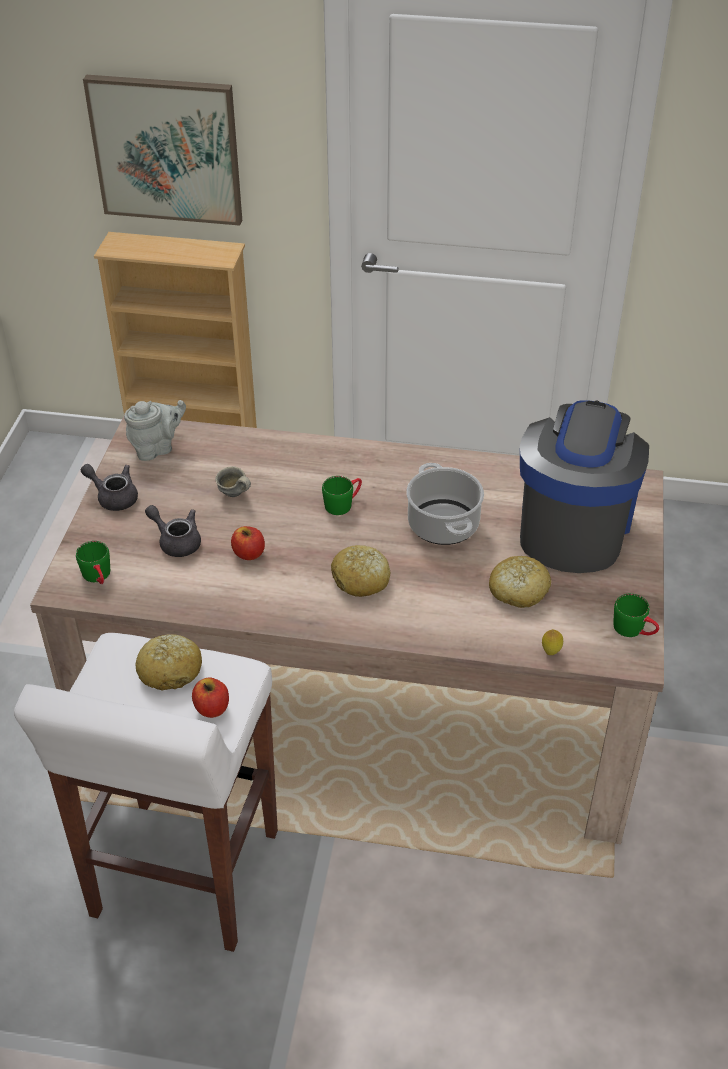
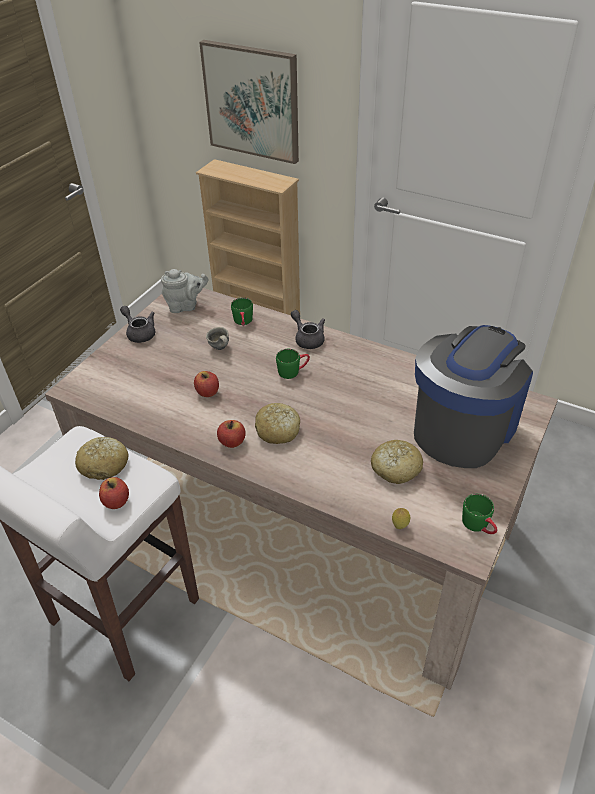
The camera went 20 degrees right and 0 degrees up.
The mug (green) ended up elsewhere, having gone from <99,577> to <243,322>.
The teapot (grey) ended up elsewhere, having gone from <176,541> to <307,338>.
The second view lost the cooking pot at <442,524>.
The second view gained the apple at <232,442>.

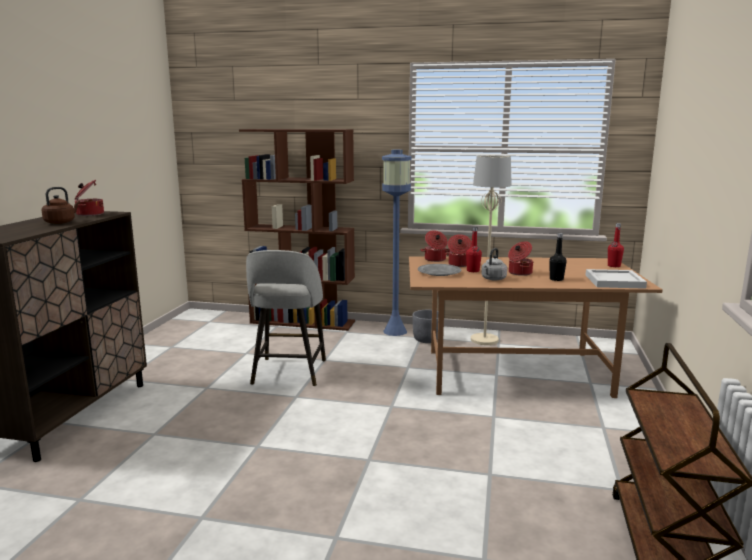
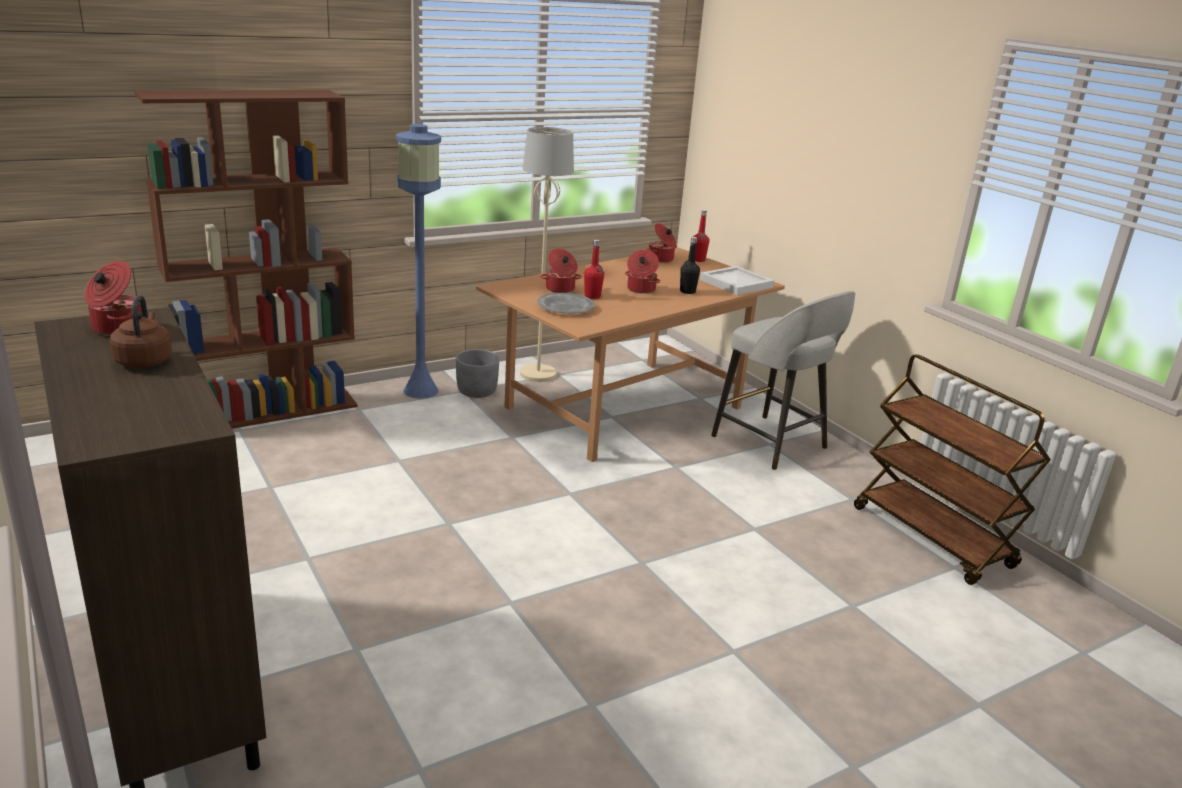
The camera went 45 degrees left and 10 degrees up.
The stool (grey) ended up elsewhere, having gone from <288,373> to <771,443>.
The cooking pot ended up elsewhere, having gone from <435,259> to <661,259>.
The second view lost the kettle (grey) at <493,279>.

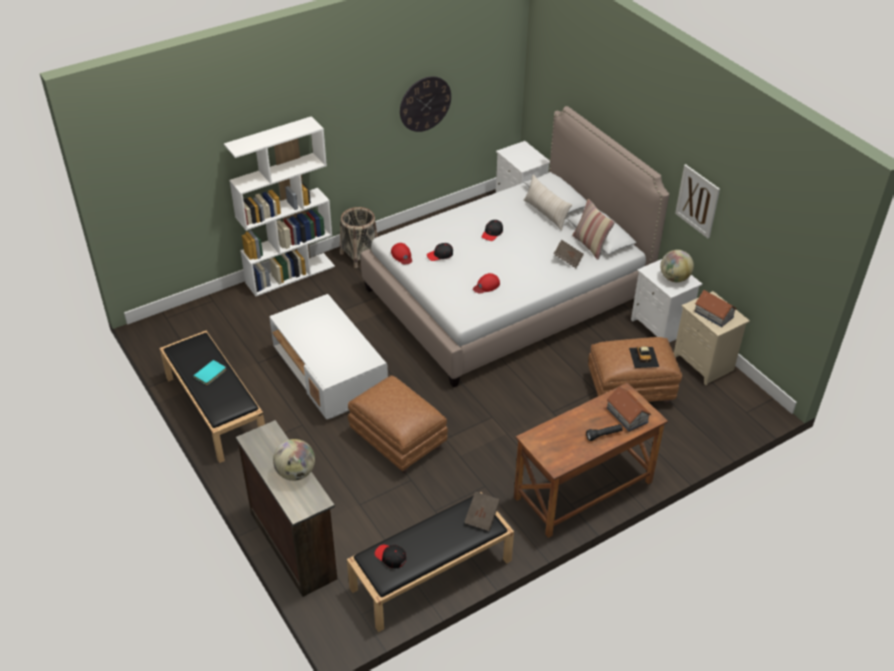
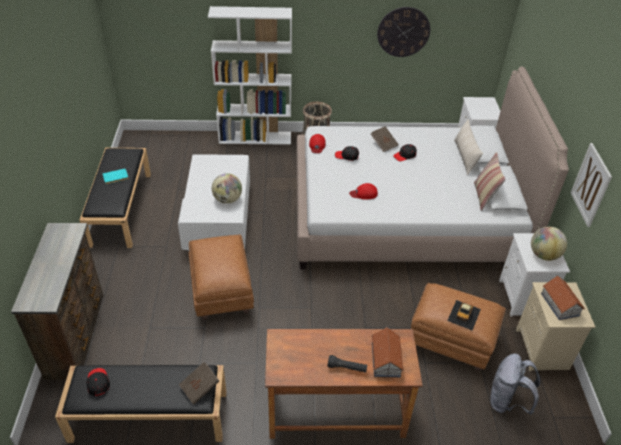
The camera went 30 degrees right and 0 degrees up.
The globe ended up elsewhere, having gone from <295,473> to <227,200>.
The book (brown) ended up elsewhere, having gone from <568,259> to <384,144>.
The second view gained the backpack (grey) at <507,402>.

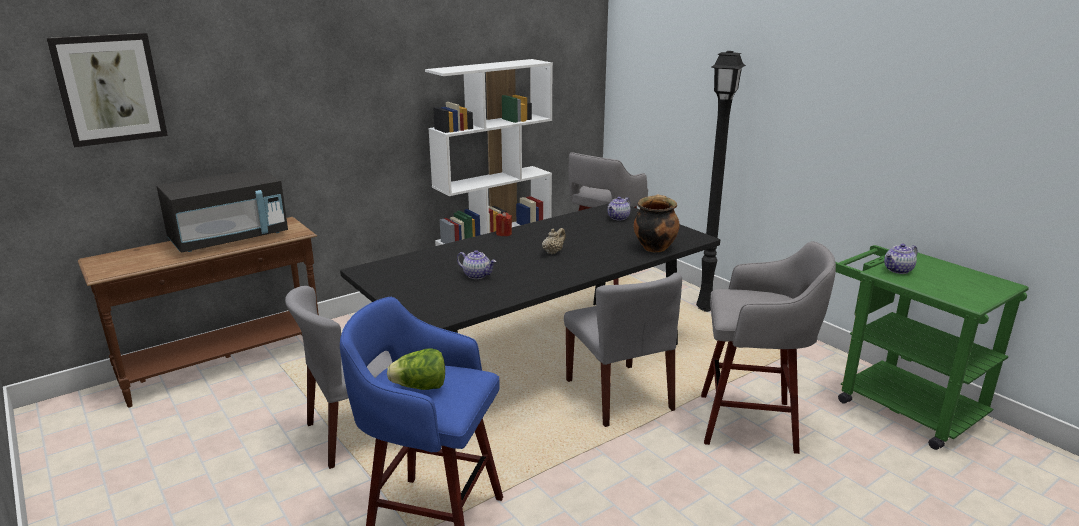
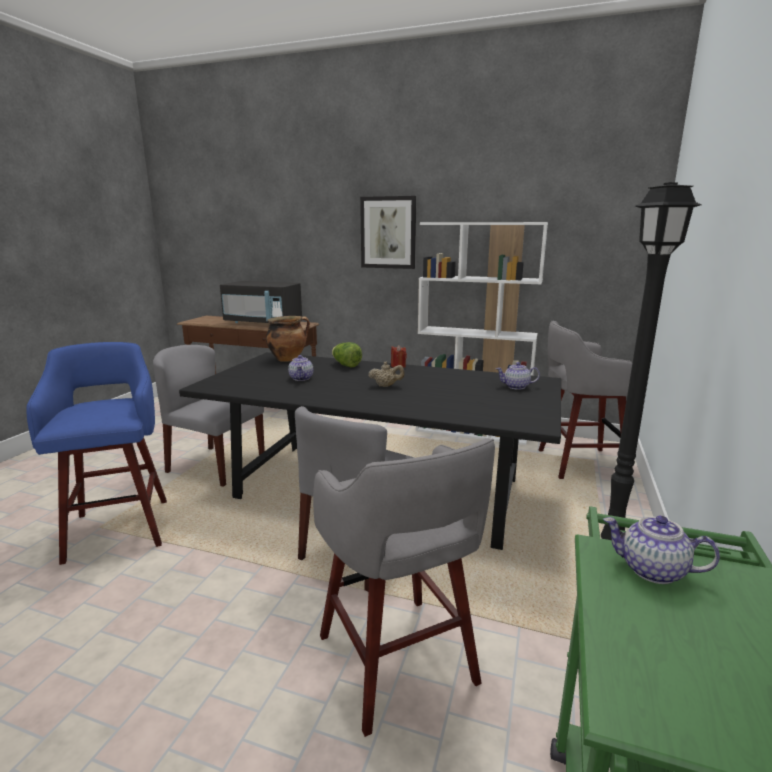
The camera went 55 degrees right and 5 degrees down.
The picture ended up elsewhere, having gone from <110,89> to <388,232>.
The lettuce ended up elsewhere, having gone from <420,387> to <346,365>.
The cooking pot ended up elsewhere, having gone from <654,247> to <288,359>.

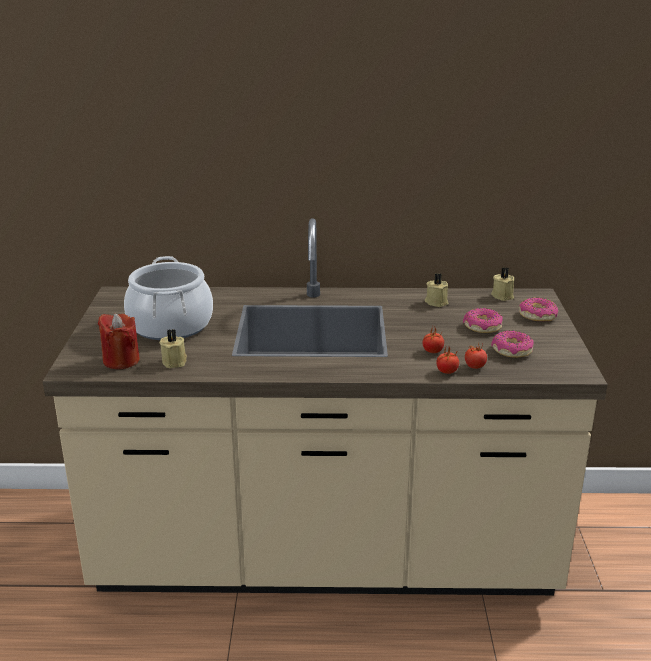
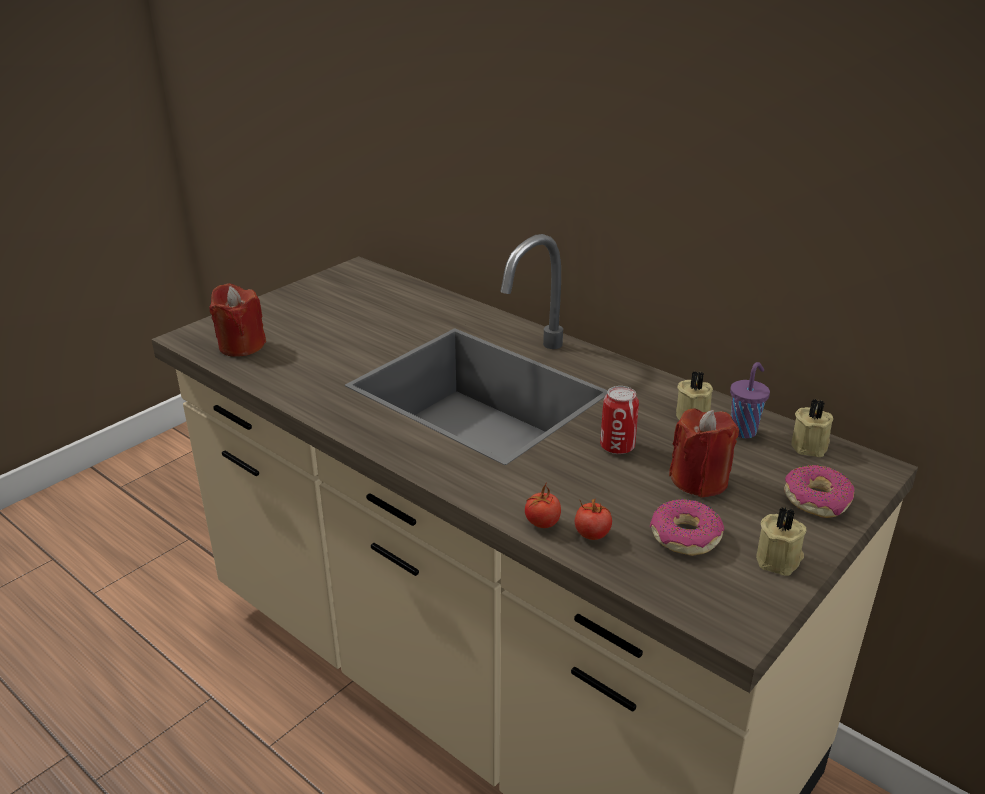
The camera went 40 degrees right and 5 degrees up.
The second view lost the cooking pot at <170,325>.
The candle (beige) ended up elsewhere, having gone from <175,361> to <779,559>.
The second view lost the tomato at <432,351>.
Where the donut stood at <482,327>, the candle (red) came to stand at <699,480>.
The second view gained the can at <617,447>.
The second view gained the cup (purple) at <744,431>.

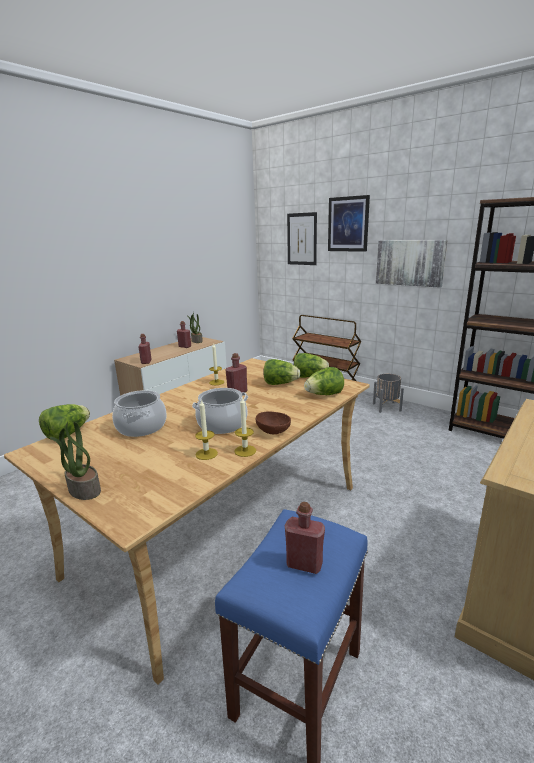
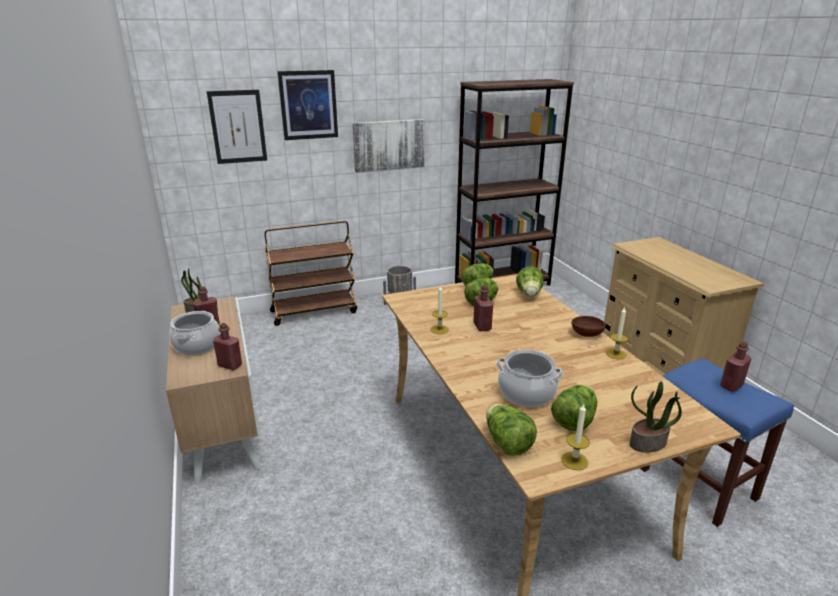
The camera went 60 degrees left and 5 degrees up.
The cooking pot ended up elsewhere, having gone from <222,424> to <197,345>.
The candle ended up elsewhere, having gone from <206,454> to <574,461>.
The second view gained the lettuce at <574,420>.

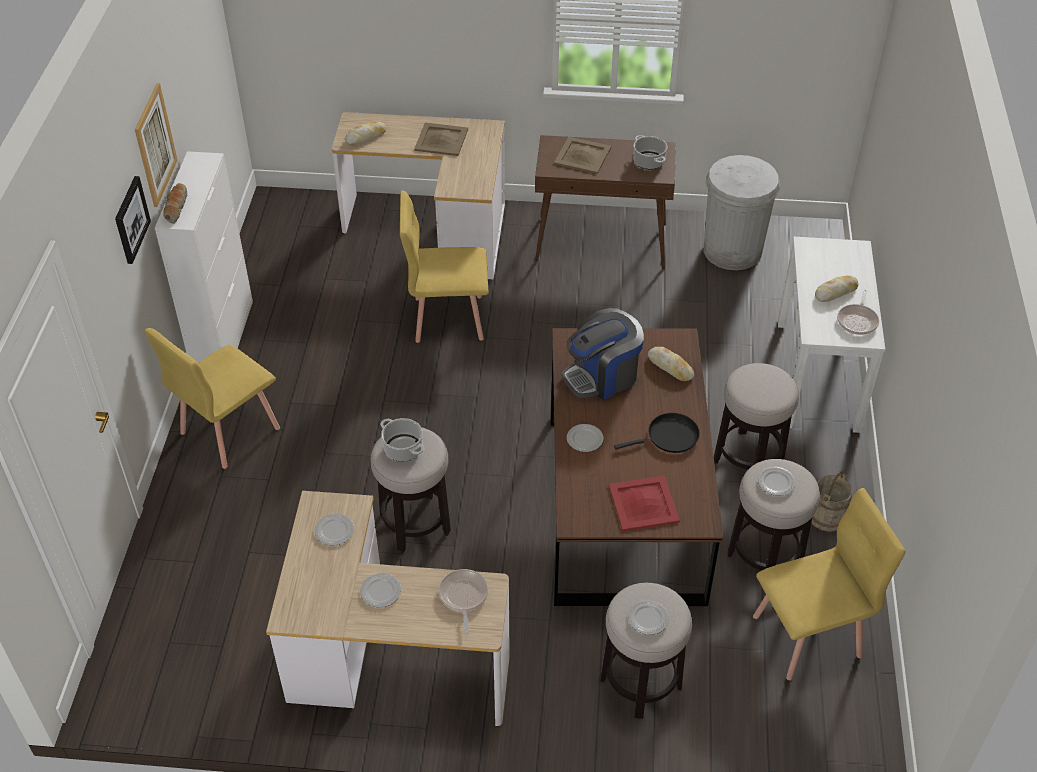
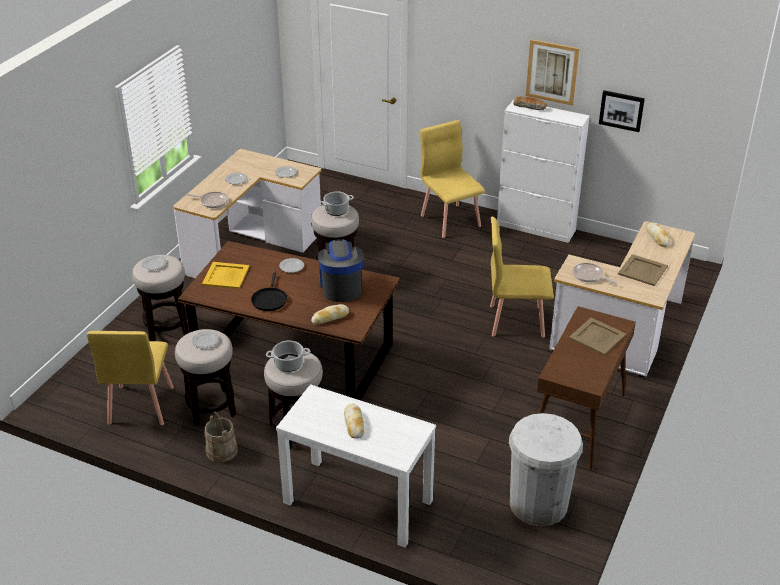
The camera went 110 degrees right and 10 degrees down.
The picture ended up elsewhere, having gone from <131,219> to <621,110>.
The chair (yellow) at <448,318> ended up facing another way, 105 degrees counterclockwise from before.
What was the tray (red) at <643,504> turned into the tray (yellow) at <225,275>.
The cooking pot ended up elsewhere, having gone from <648,161> to <289,364>.
The frying pan ended up elsewhere, having gone from <857,320> to <589,276>.

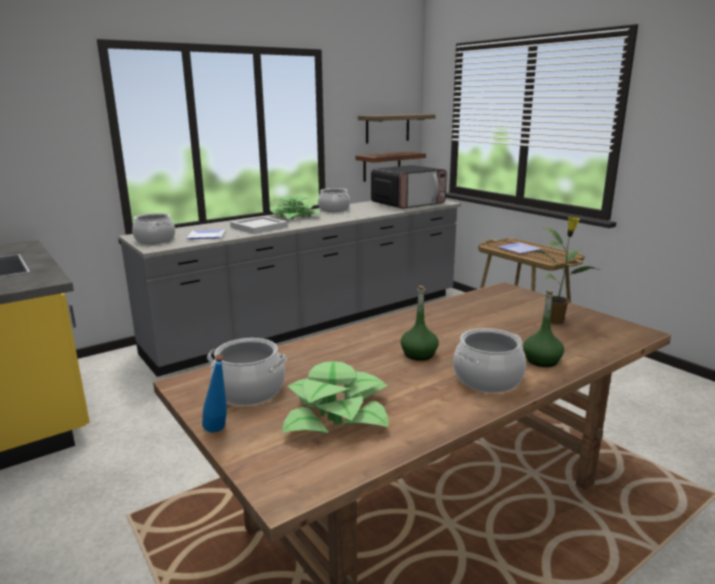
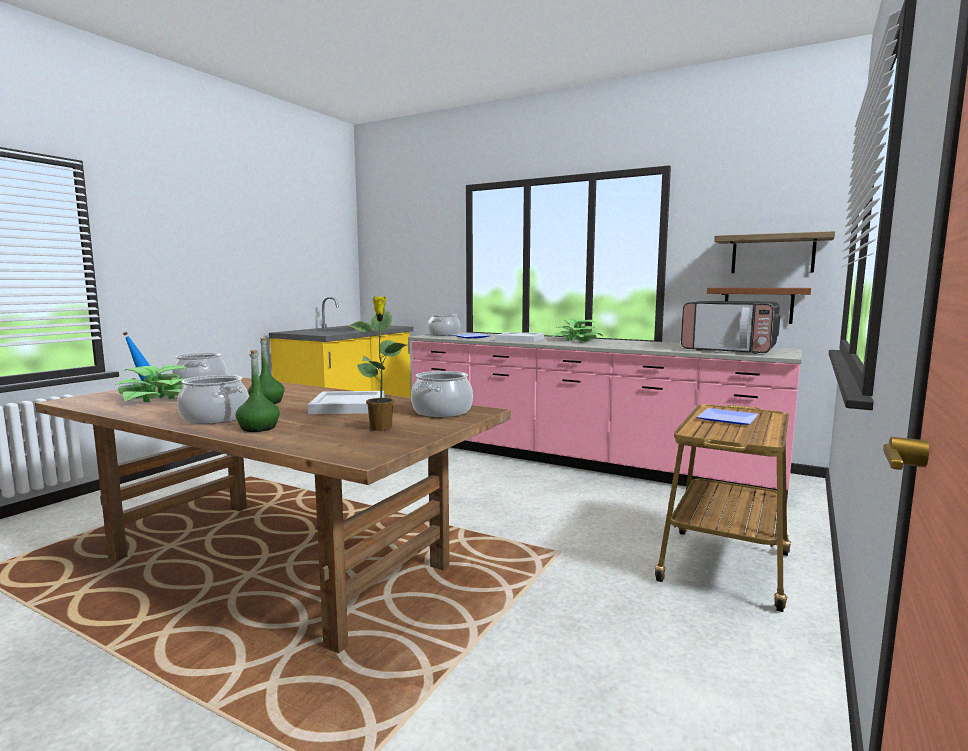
The camera went 65 degrees right and 10 degrees down.
What was the counter (grey) at <314,323> turned into the counter (pink) at <582,461>.
The cooking pot ended up elsewhere, having gone from <334,209> to <442,412>.
The second view gained the tray (white) at <347,406>.

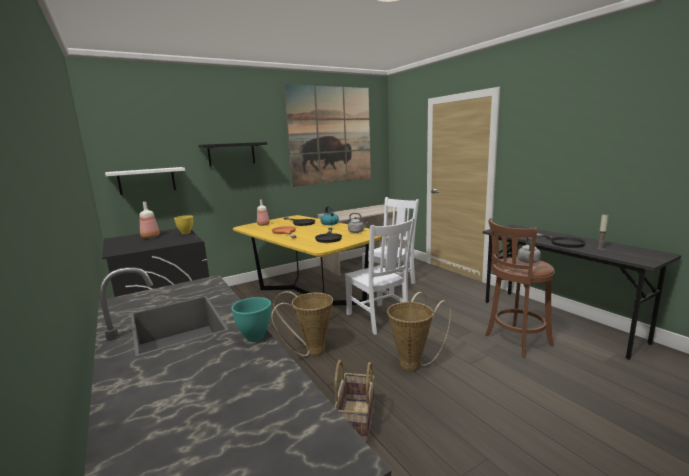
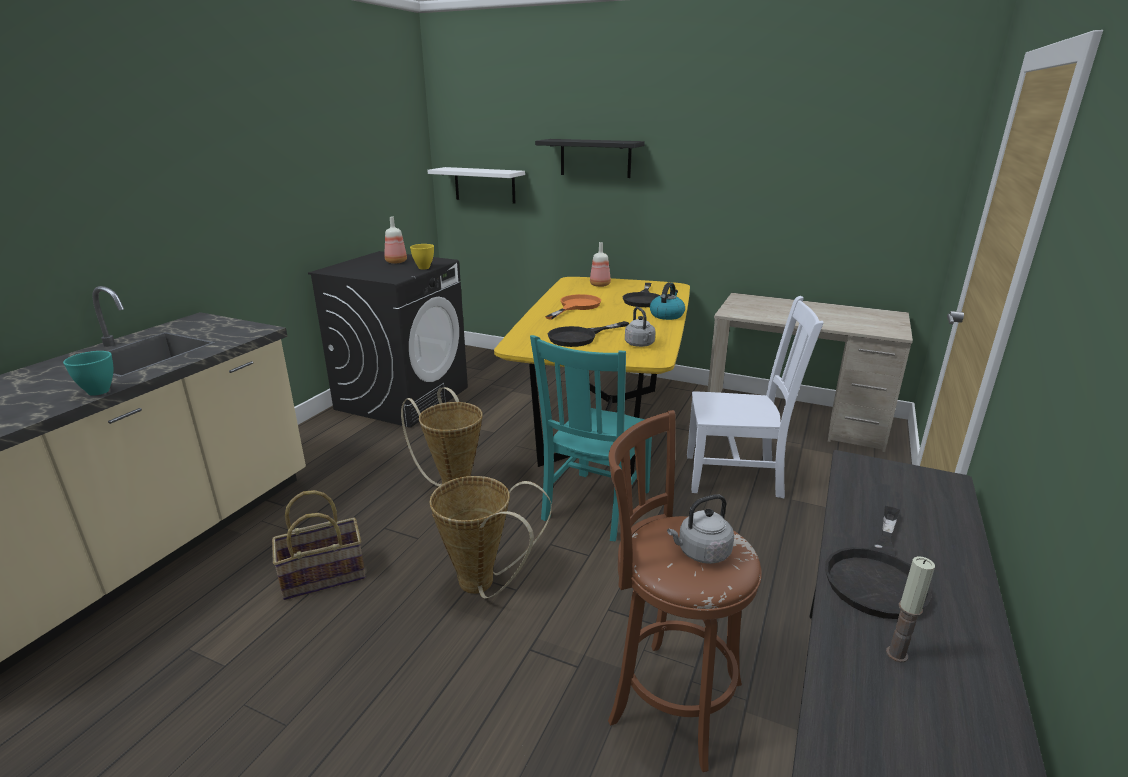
The camera went 55 degrees right and 10 degrees up.
The second view lost the picture at <331,135>.
What was the chair (white) at <378,319> turned into the chair (turquoise) at <594,506>.

